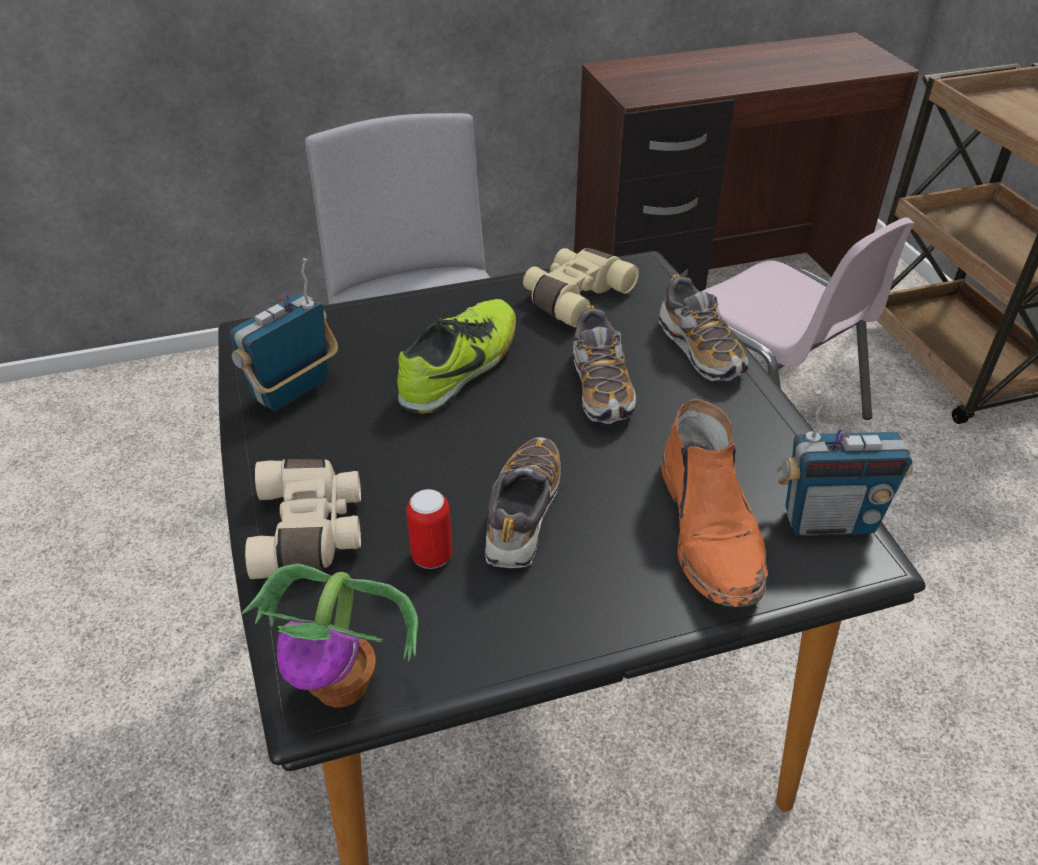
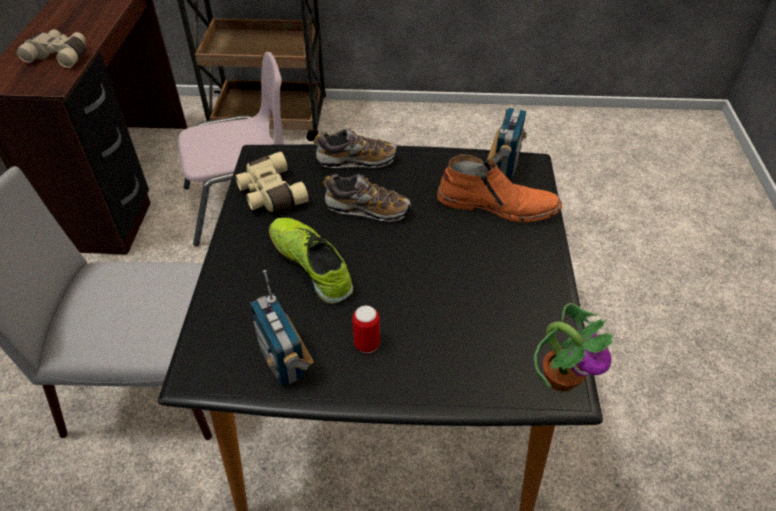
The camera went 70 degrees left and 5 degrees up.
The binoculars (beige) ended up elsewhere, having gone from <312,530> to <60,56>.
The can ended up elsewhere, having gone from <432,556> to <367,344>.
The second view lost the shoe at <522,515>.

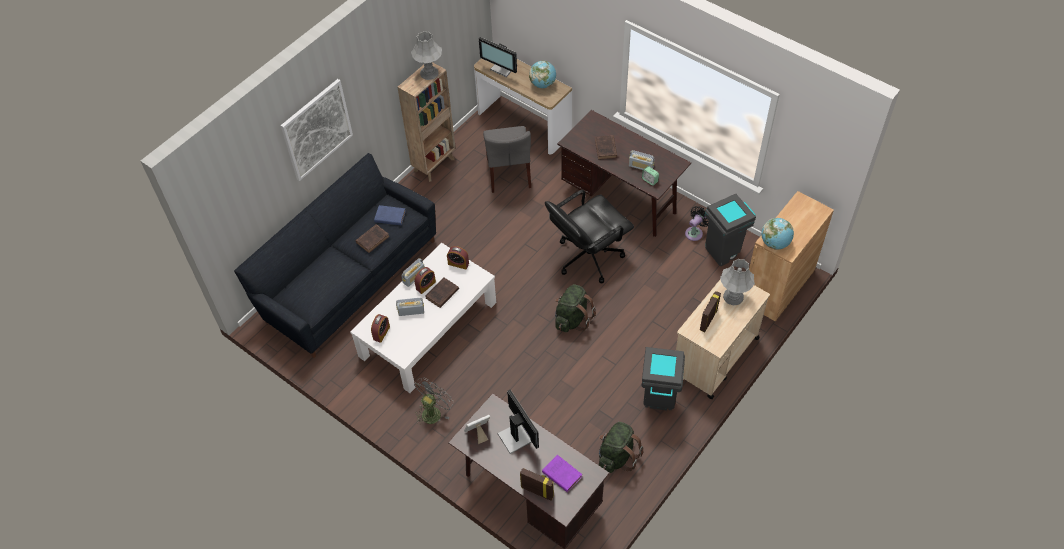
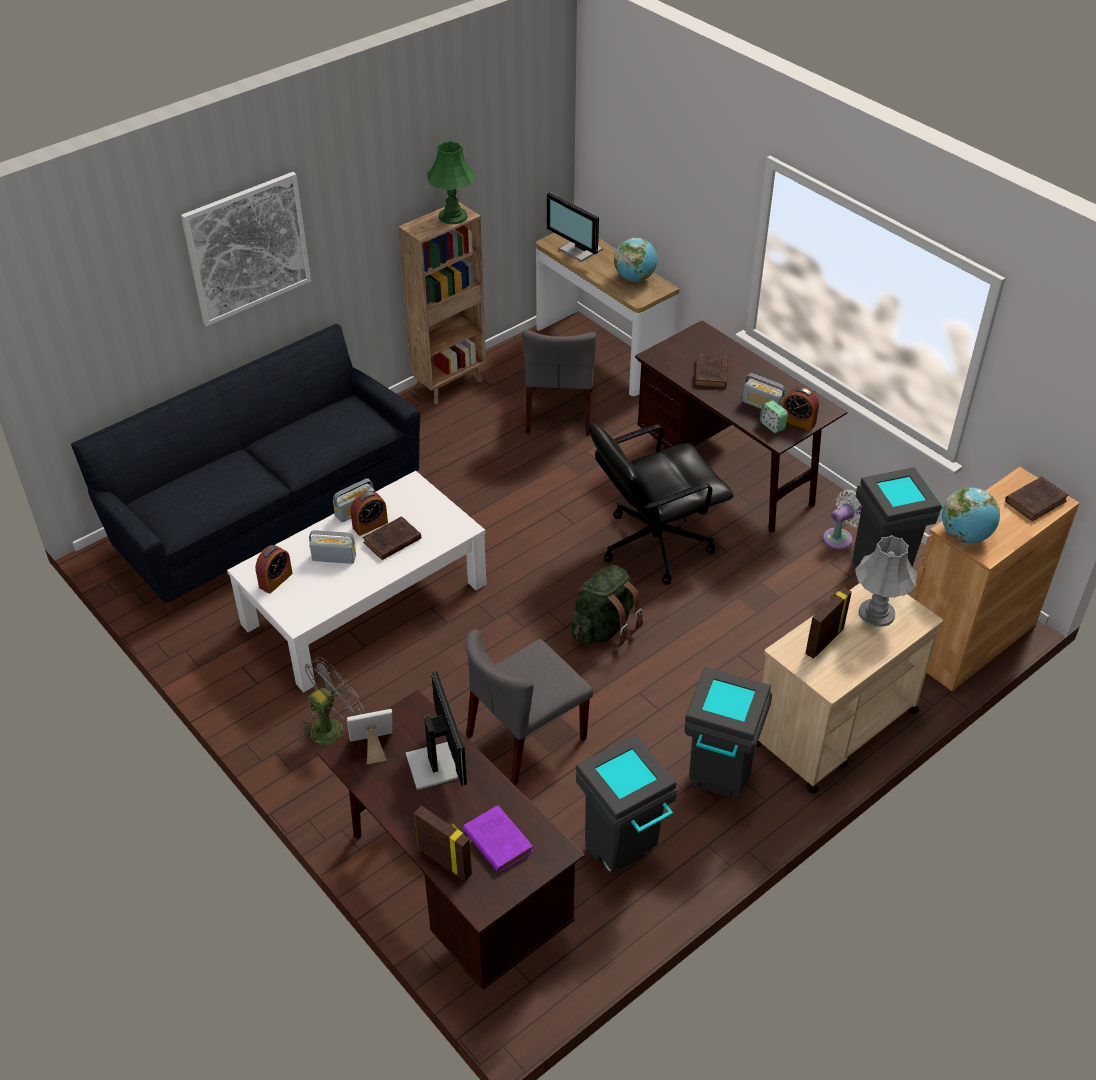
The camera went 10 degrees right and 10 degrees down.
The book (brown) ended up elsewhere, having gone from <373,239> to <1036,501>.
The second view lost the book (blue) at <389,216>.
What was the table lamp (grey) at <429,73> turned into the table lamp (green) at <453,216>.
The alarm clock ended up elsewhere, having gone from <458,263> to <798,421>.
Where the backpack (green) stood at <617,456>, the trash can (grey) came to stand at <623,856>.
What was the fan (black) at <695,232> turned into the fan (white) at <840,537>.
The second view gained the chair (grey) at <526,738>.

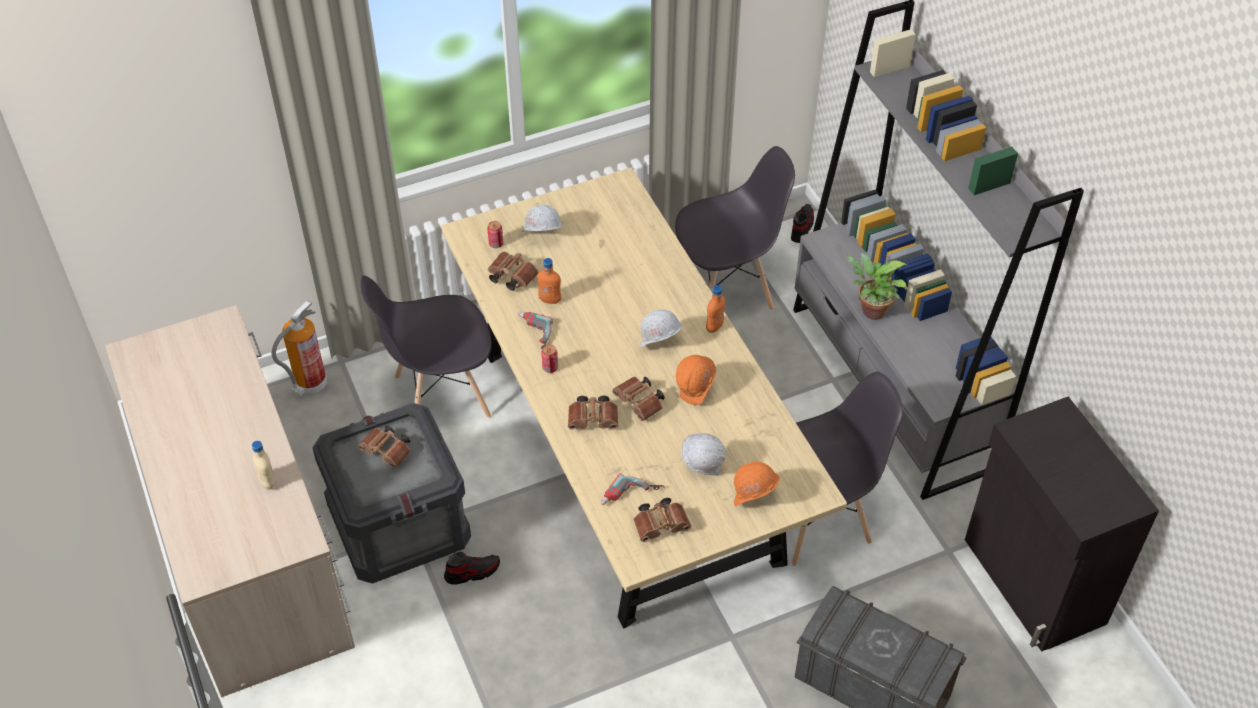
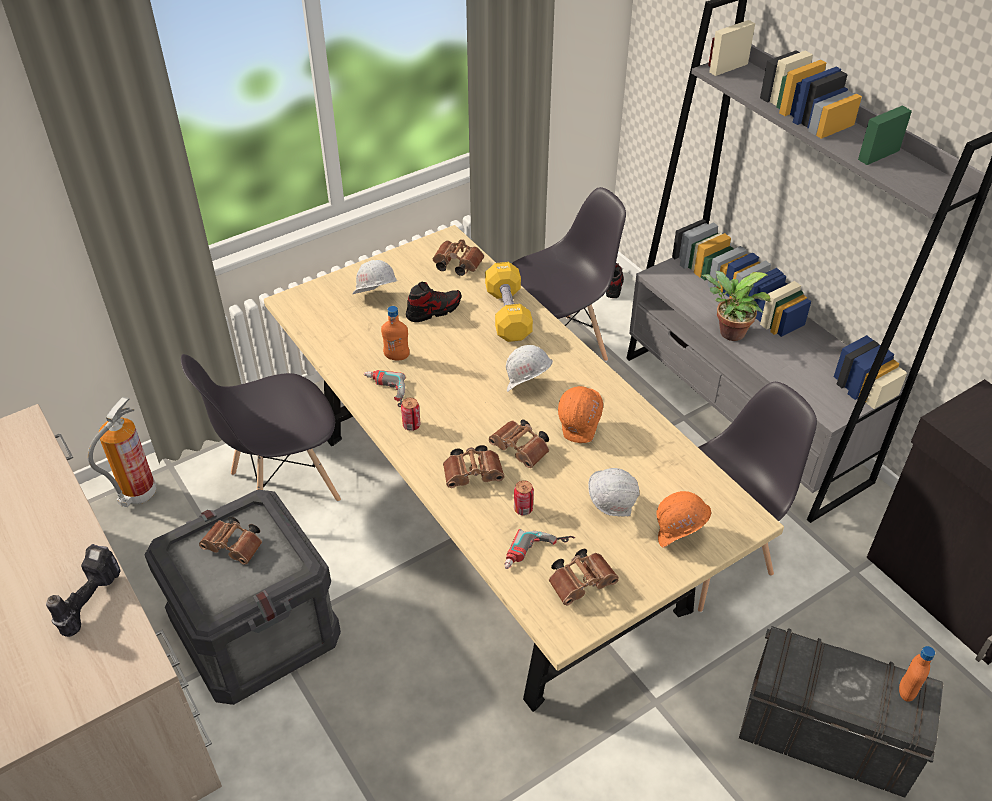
The camera went 10 degrees left and 5 degrees down.
Where the bottle (beige) stood at <267,482>, the power drill came to stand at <89,600>.
The shoe ended up elsewhere, having gone from <472,572> to <433,310>.
The can ended up elsewhere, having gone from <496,244> to <523,509>.
The binoculars (brown) ended up elsewhere, having gone from <510,277> to <456,265>.
The bottle (orange) ended up elsewhere, having gone from <714,327> to <907,691>.
The second view gained the dumbbell (yellow) at <508,314>.

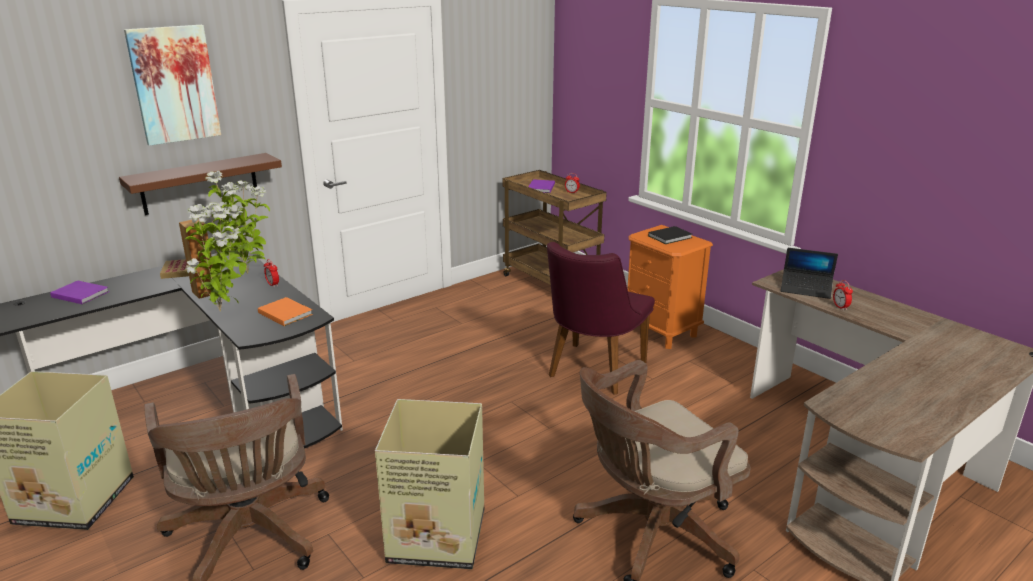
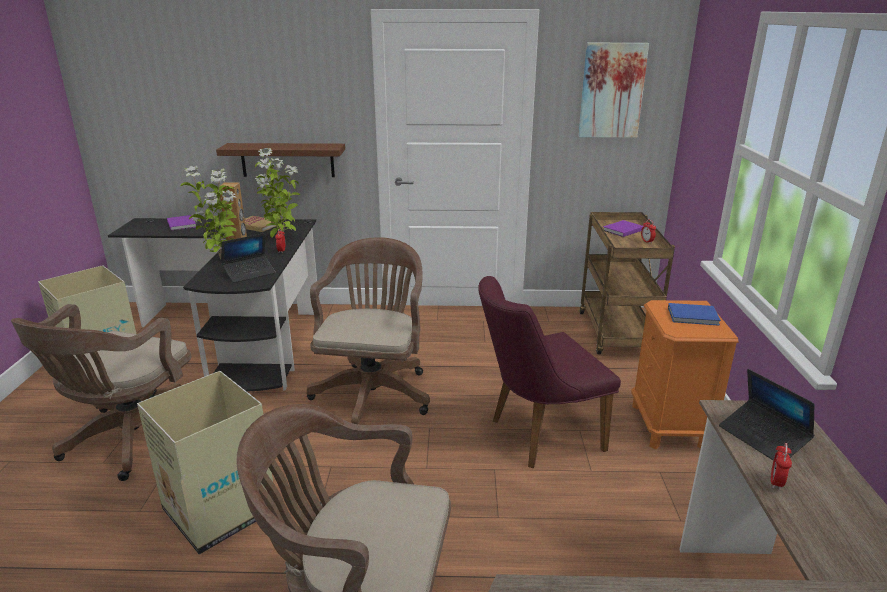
The camera went 40 degrees right and 0 degrees up.
The picture ended up elsewhere, having gone from <174,84> to <611,91>.
Where the book (orange) stood at <285,313>, the laptop came to stand at <249,273>.
What was the book (black) at <671,237> turned into the book (blue) at <694,316>.
The second view gained the office chair (brown) at <374,392>.

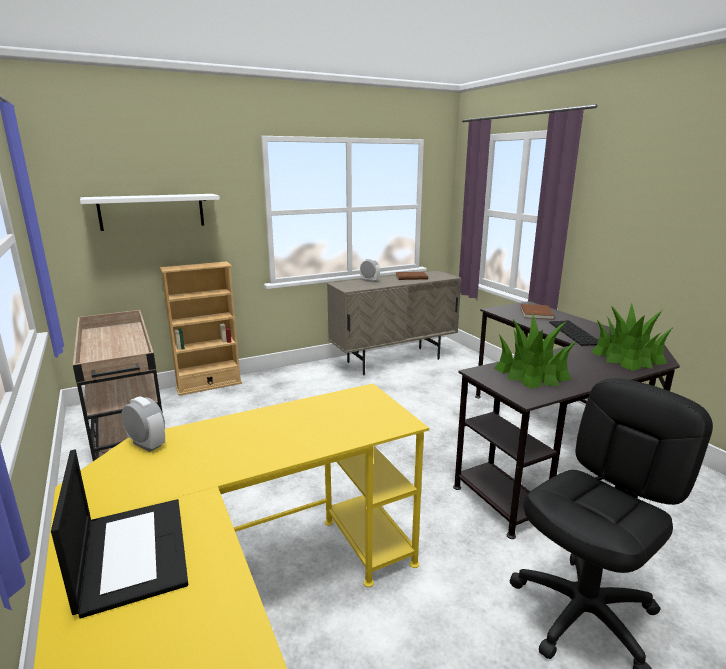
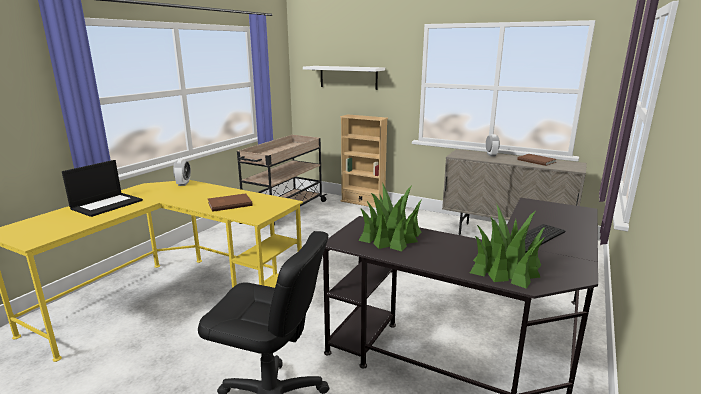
The camera went 55 degrees right and 0 degrees up.
The book (brown) ended up elsewhere, having gone from <535,313> to <229,203>.

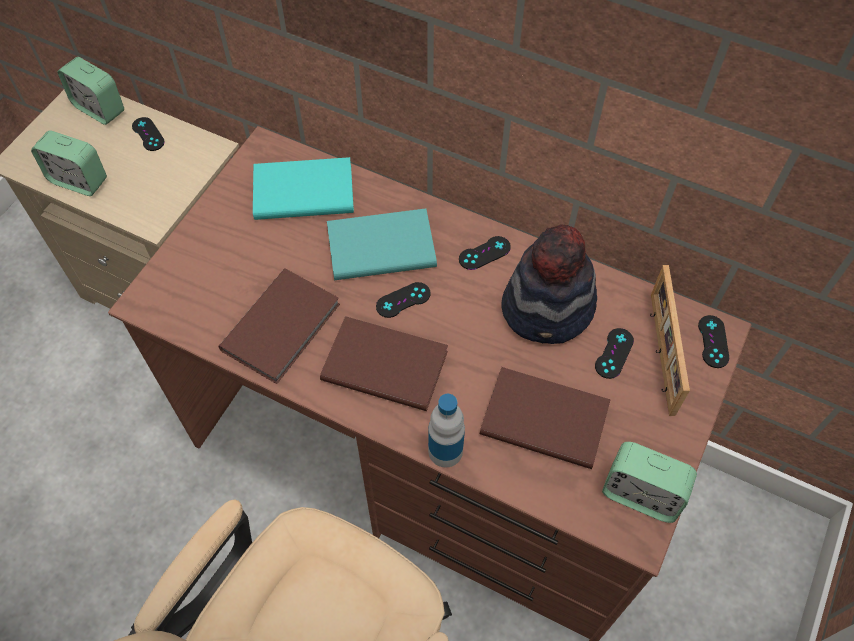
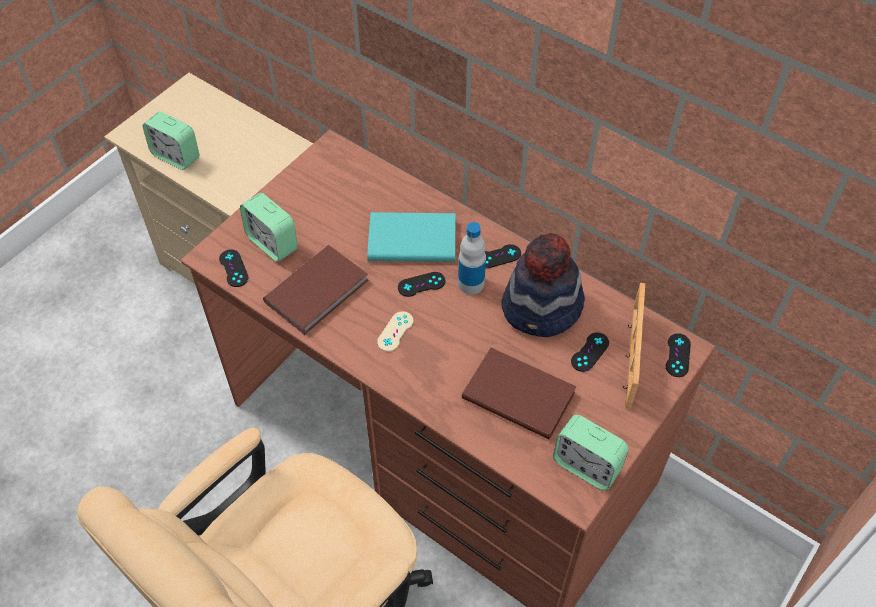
The camera went 10 degrees right and 5 degrees down.
The alarm clock ended up elsewhere, having gone from <99,109> to <272,243>.
The game controller (black) ended up elsewhere, having gone from <148,134> to <233,268>.
The second view lost the book (turquoise) at <302,190>.
Where the book (brown) stood at <384,363>, the game controller (beige) came to stand at <395,331>.
The bottle ended up elsewhere, having gone from <445,451> to <471,283>.

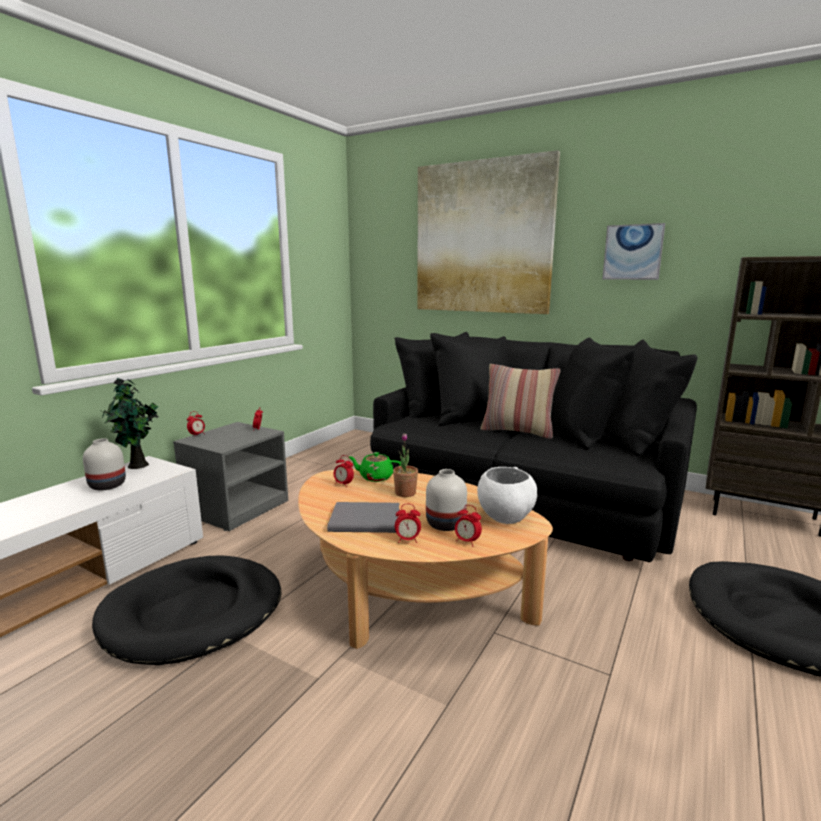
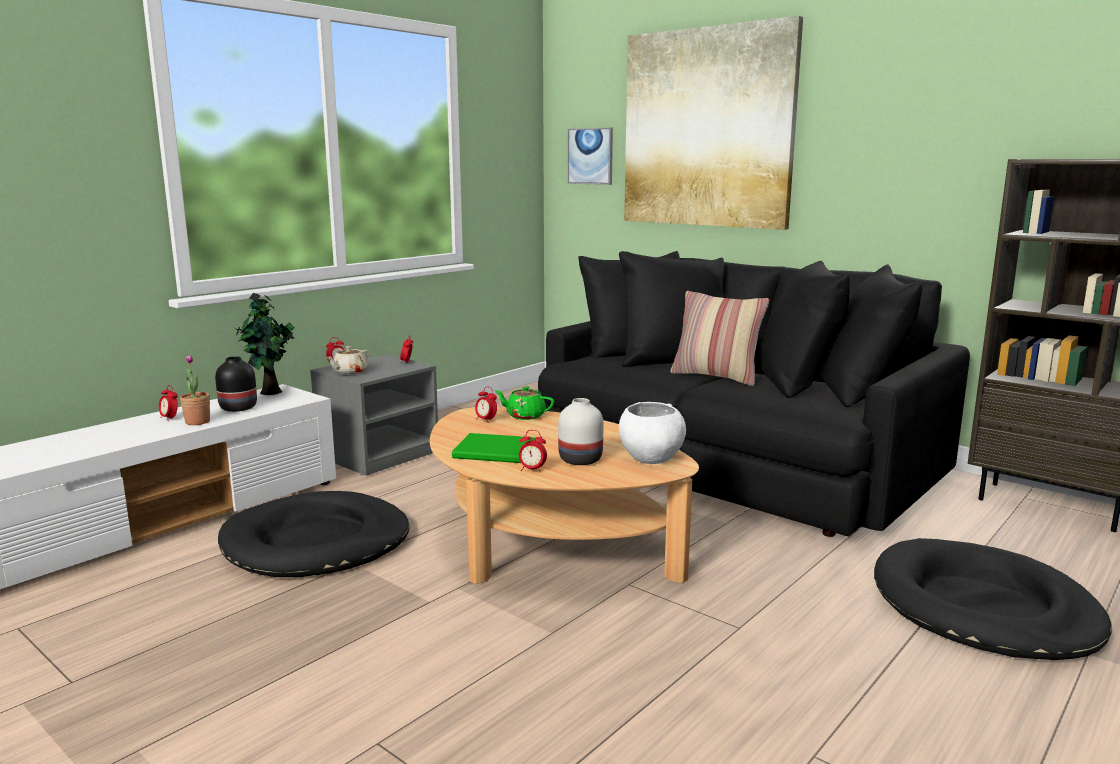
The camera went 10 degrees right and 0 degrees up.
What was the vase (white) at <107,486> turned into the vase (black) at <238,408>.
What was the book (grey) at <367,521> turned into the book (green) at <497,452>.
The potted plant ended up elsewhere, having gone from <405,493> to <197,422>.
The alarm clock ended up elsewhere, having gone from <467,541> to <170,418>.
The picture ended up elsewhere, having gone from <633,252> to <590,156>.
The second view gained the teapot (beige) at <349,372>.

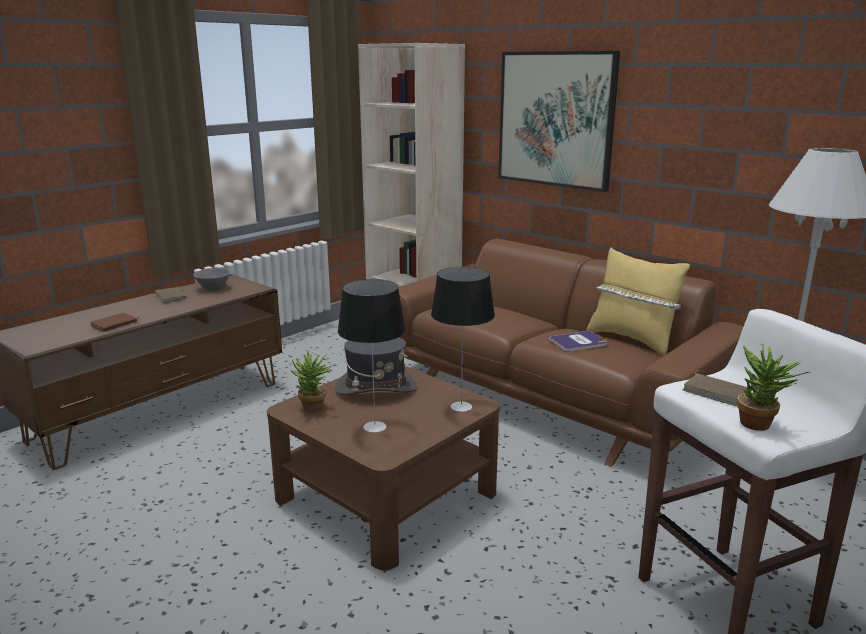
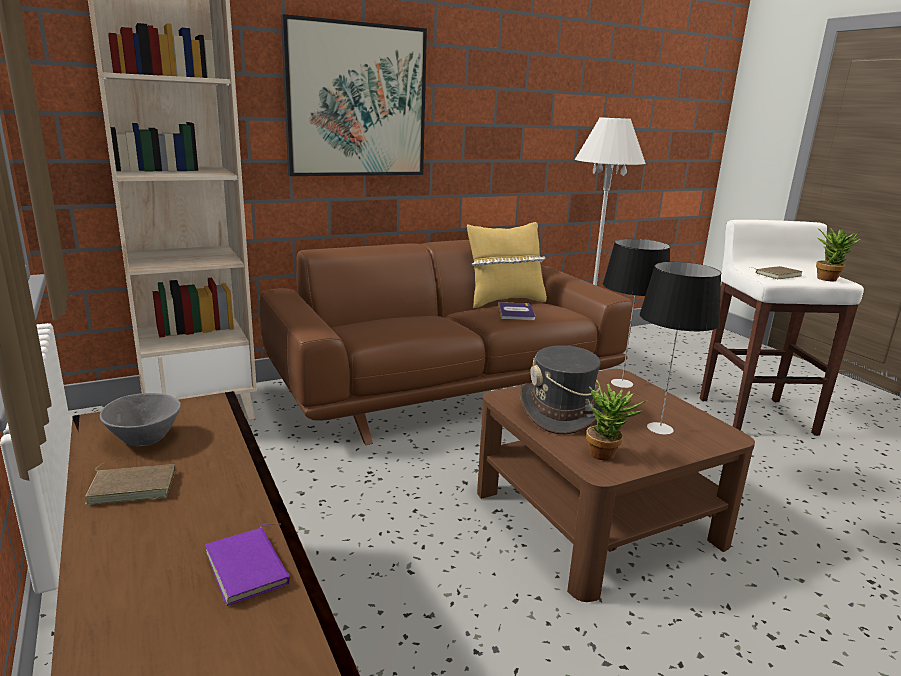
The camera went 70 degrees left and 0 degrees up.
What was the book (brown) at <115,325> turned into the book (purple) at <250,568>.

